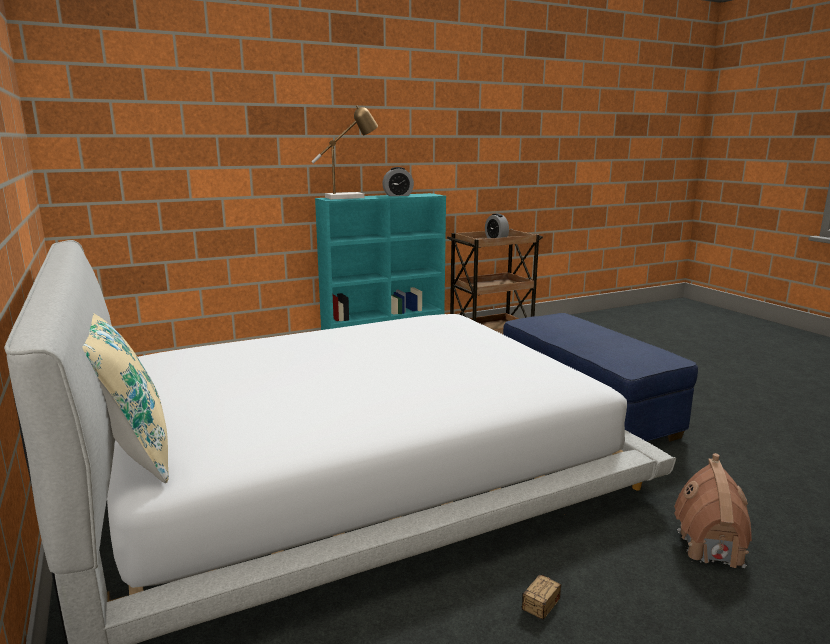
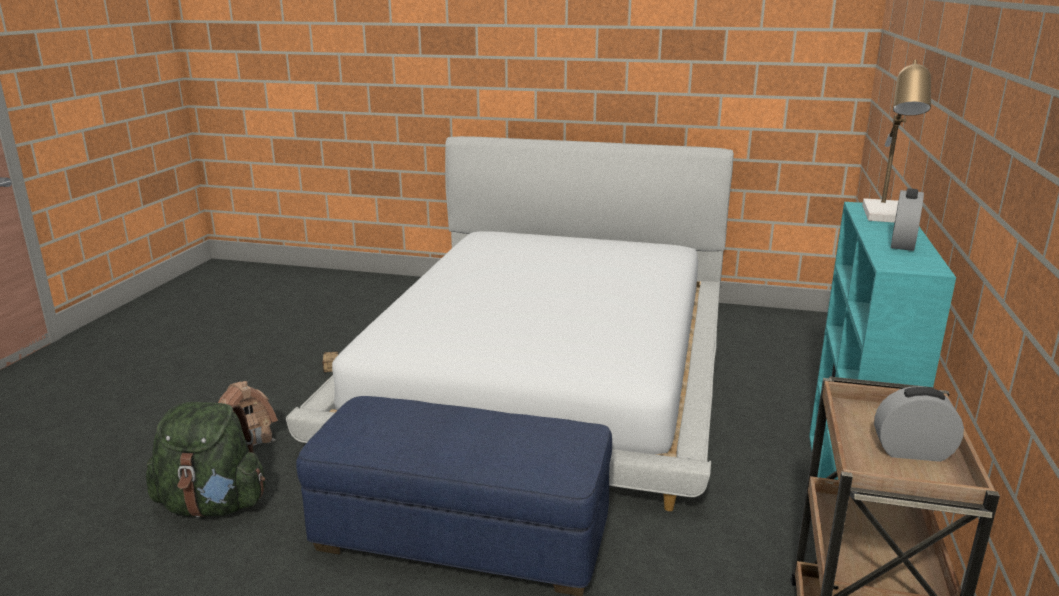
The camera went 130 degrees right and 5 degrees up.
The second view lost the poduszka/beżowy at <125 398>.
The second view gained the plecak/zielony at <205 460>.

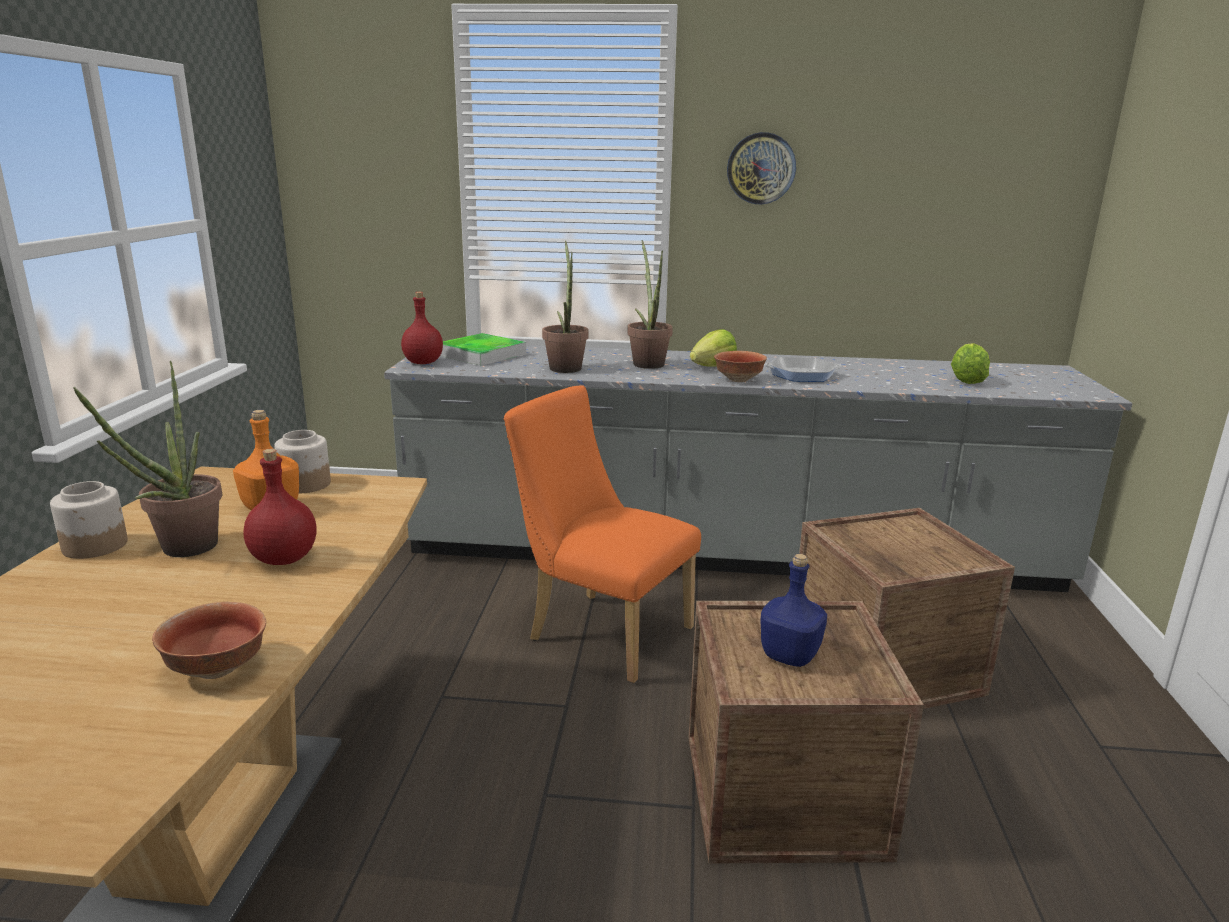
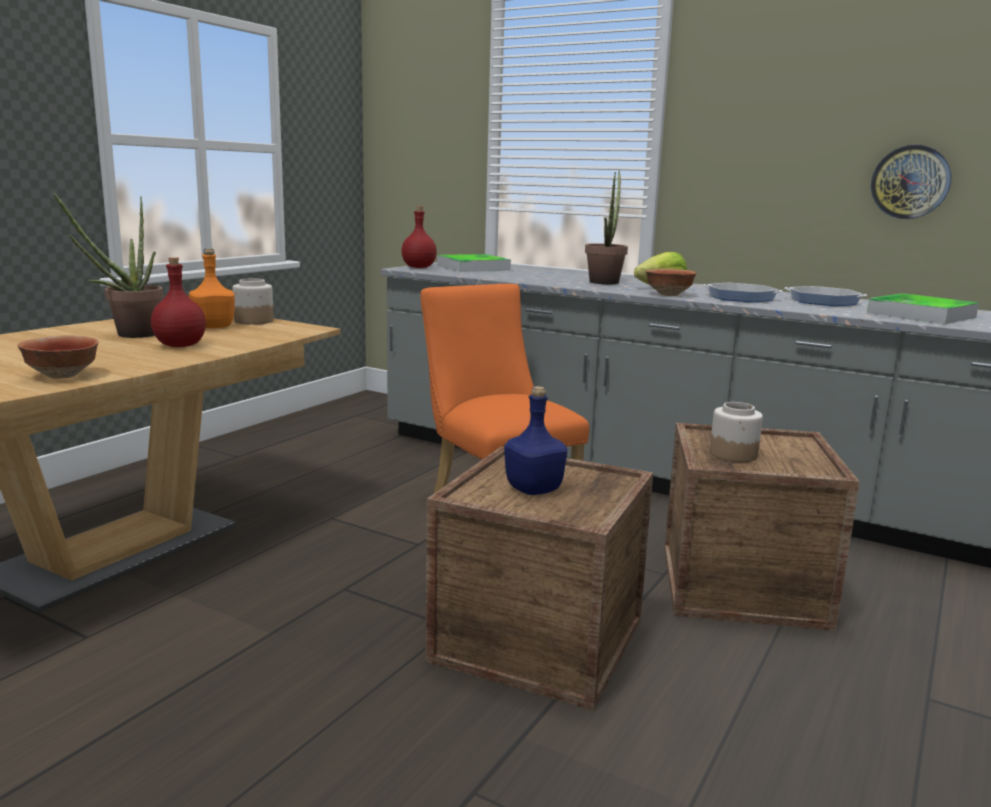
The camera went 25 degrees right and 5 degrees down.
The second view lost the roślina doniczkowa at <565 307>.
The second view gained the patelnia at <825 296>.
The słoik ended up elsewhere, having gone from <89 520> to <736 432>.
The zegar ścienny ended up elsewhere, having gone from <761 168> to <911 182>.
Where the sałata stood at <970 363>, the taca came to stand at <923 308>.

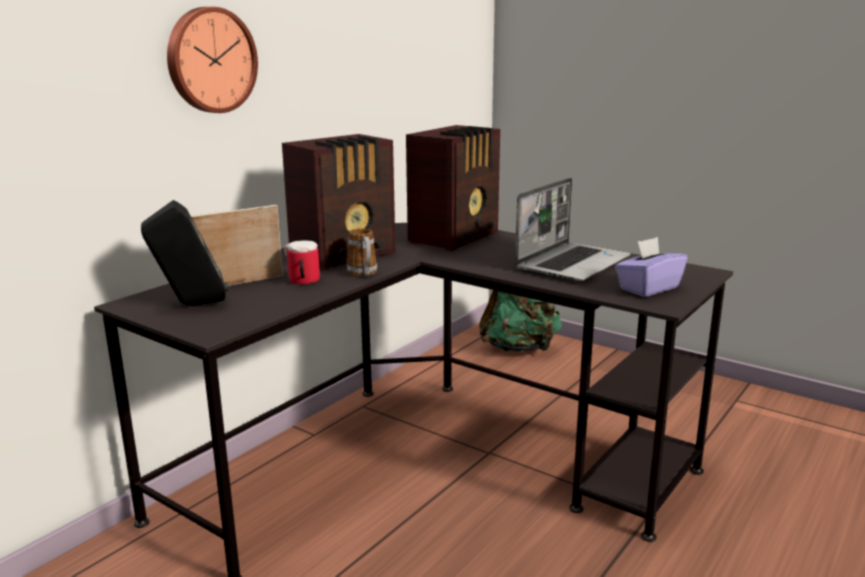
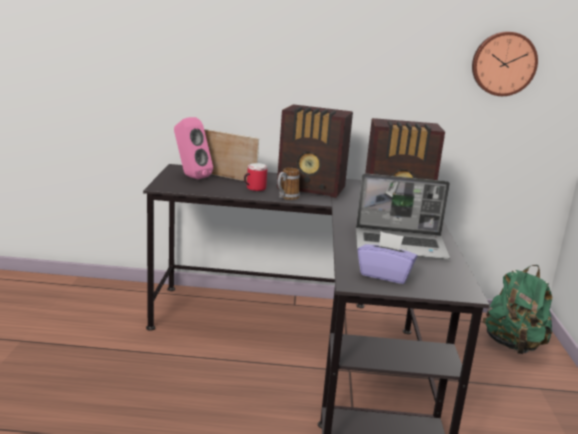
The camera went 55 degrees right and 0 degrees up.
The zegar ścienny ended up elsewhere, having gone from <212 60> to <505 64>.
What was the głośnik/czarny at <184 253> turned into the głośnik/różowy at <193 148>.

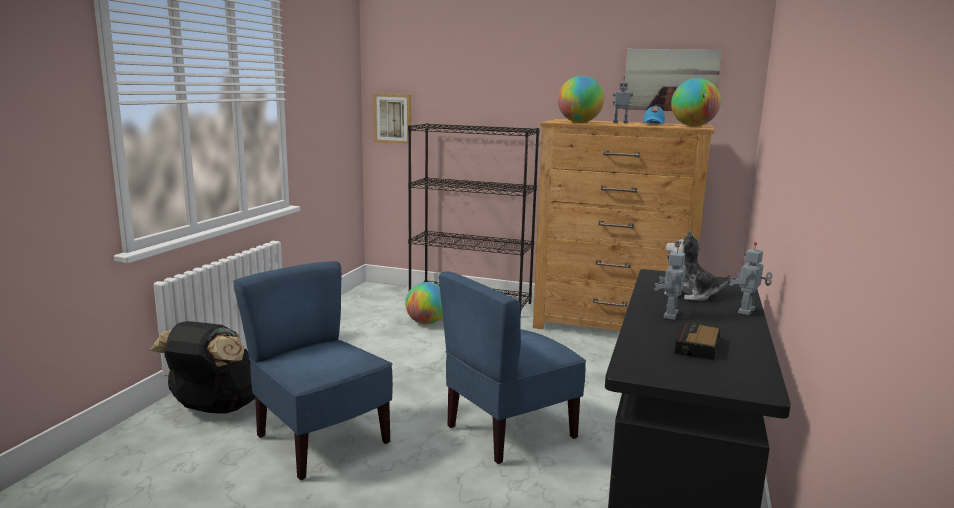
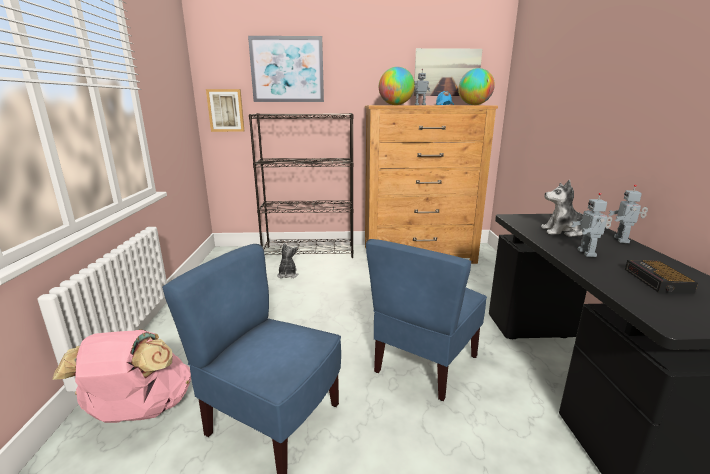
The camera went 20 degrees left and 5 degrees up.
The second view gained the obraz at <286 69>.
Where the globus stood at <424 303>, the pluszak came to stand at <287 261>.
What was the plecak/czarny at <202 367> turned into the plecak/różowy at <121 376>.

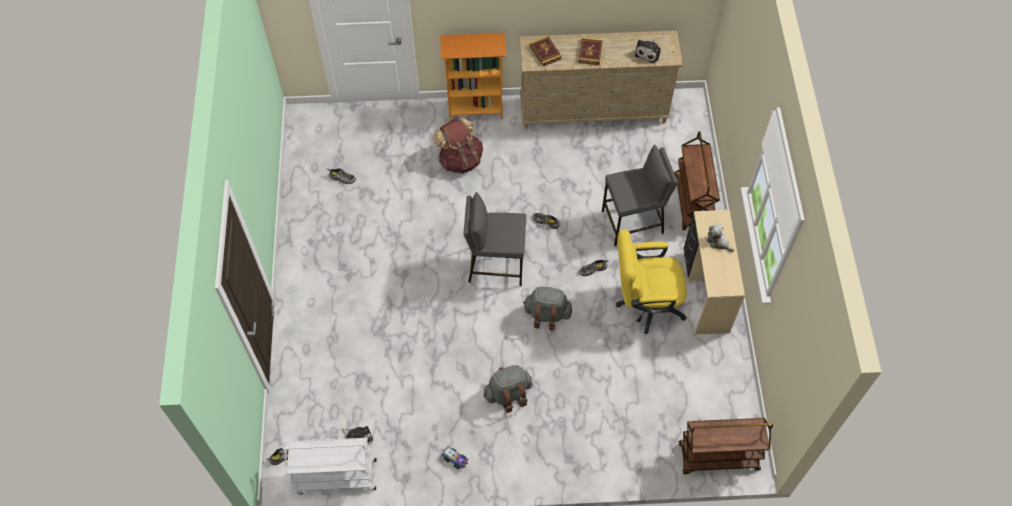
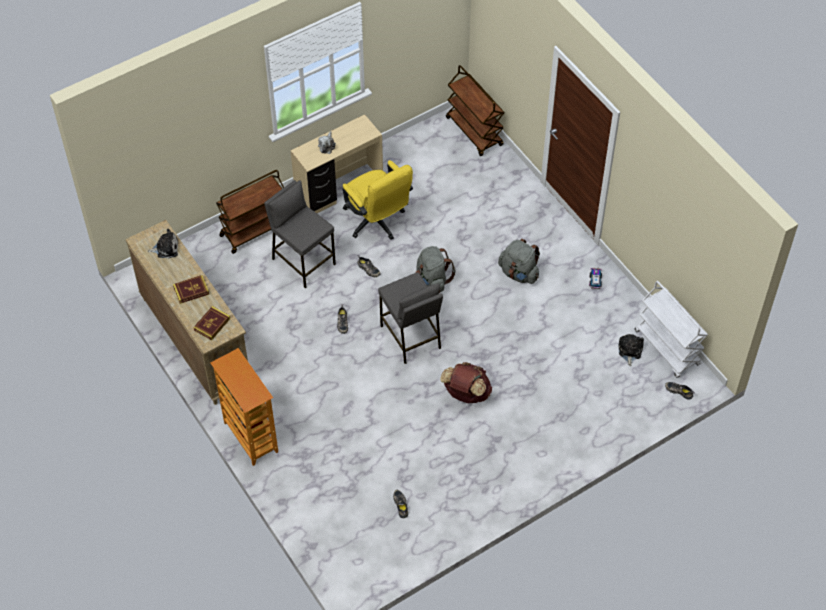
The camera went 120 degrees left and 5 degrees down.
The plecak/brązowy ended up elsewhere, having gone from <458 145> to <466 382>.

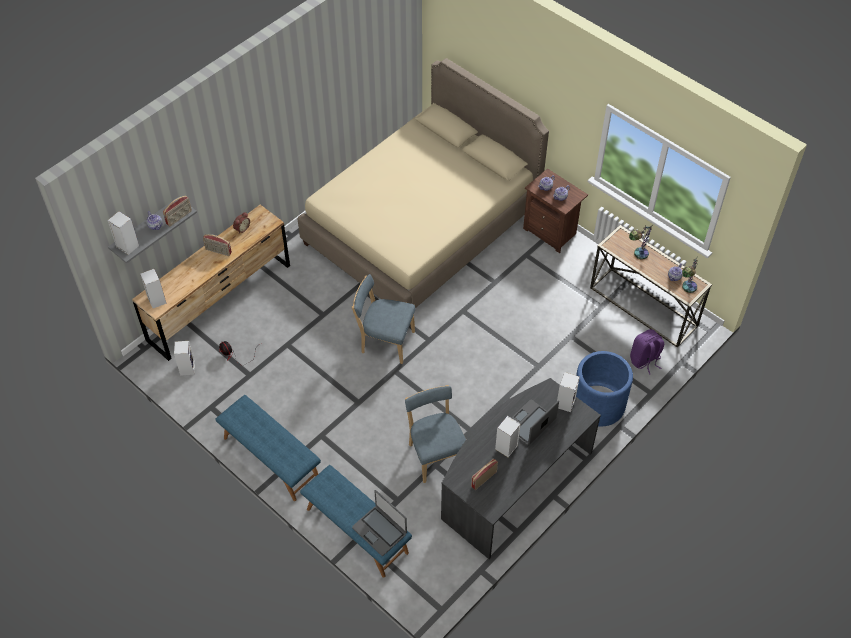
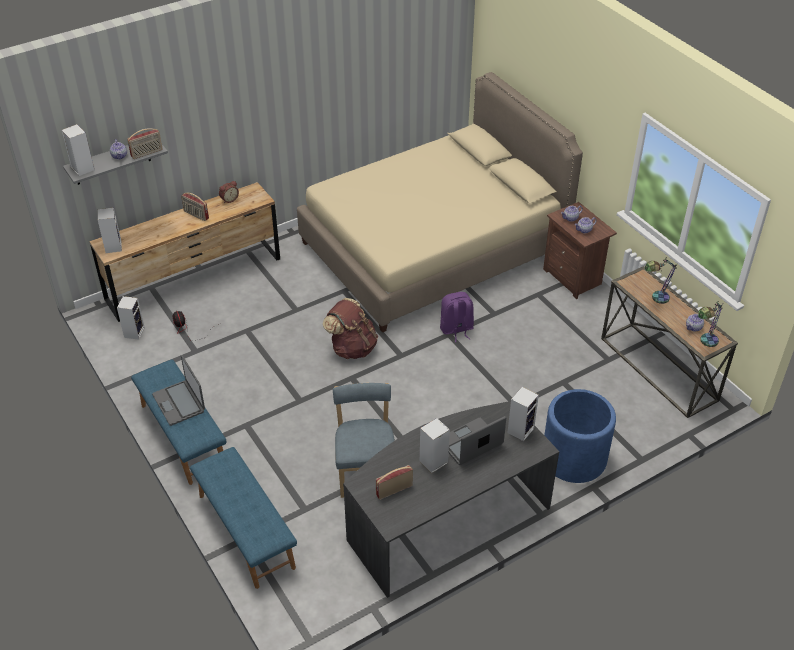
The camera went 15 degrees right and 10 degrees down.
The laptop ended up elsewhere, having gone from <379 523> to <178 390>.
The plecak/fioletowy ended up elsewhere, having gone from <647 352> to <457 317>.
Where the krzesło/niebieski stood at <383 319>, the plecak/brązowy came to stand at <350 328>.

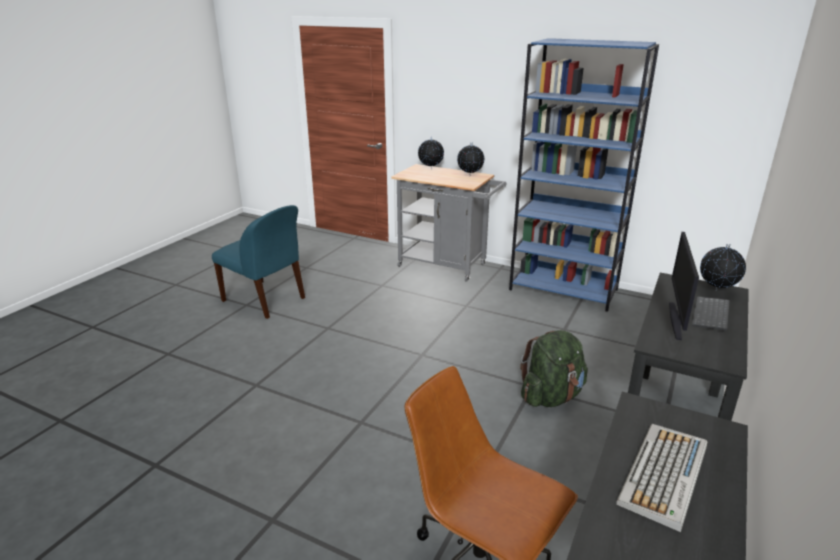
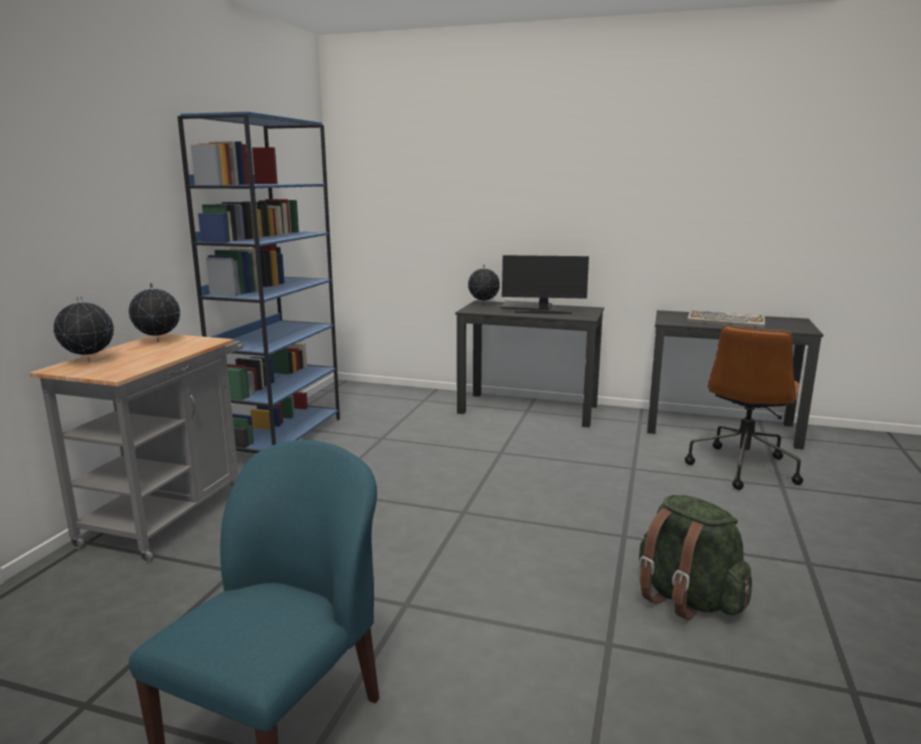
The camera went 100 degrees left and 10 degrees down.
The plecak/zielony ended up elsewhere, having gone from <554 368> to <695 557>.

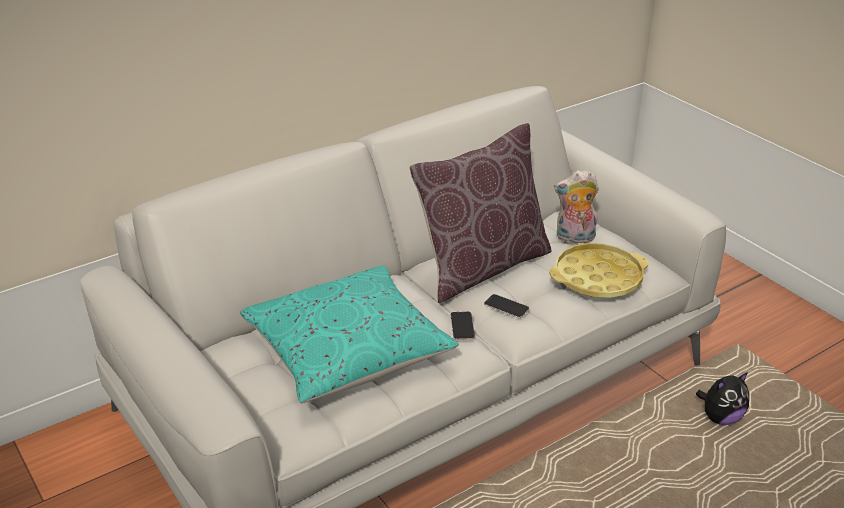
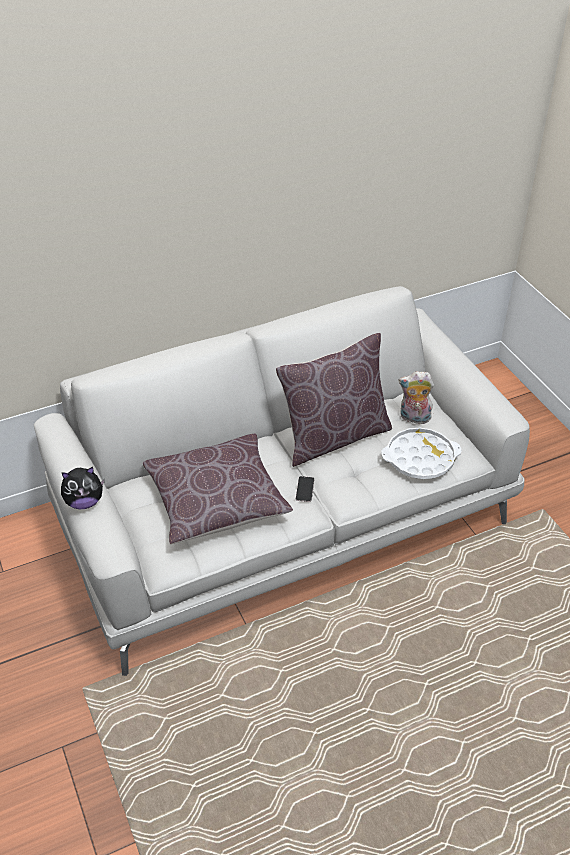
The camera went 10 degrees right and 10 degrees up.
The second view lost the telefon at <506 306>.
The pluszak ended up elsewhere, having gone from <722 398> to <83 488>.
What was the poduszka/turkusowy at <349 334> turned into the poduszka/brązowy at <218 489>.
What was the taca/żółty at <599 270> turned into the taca/biały at <421 453>.

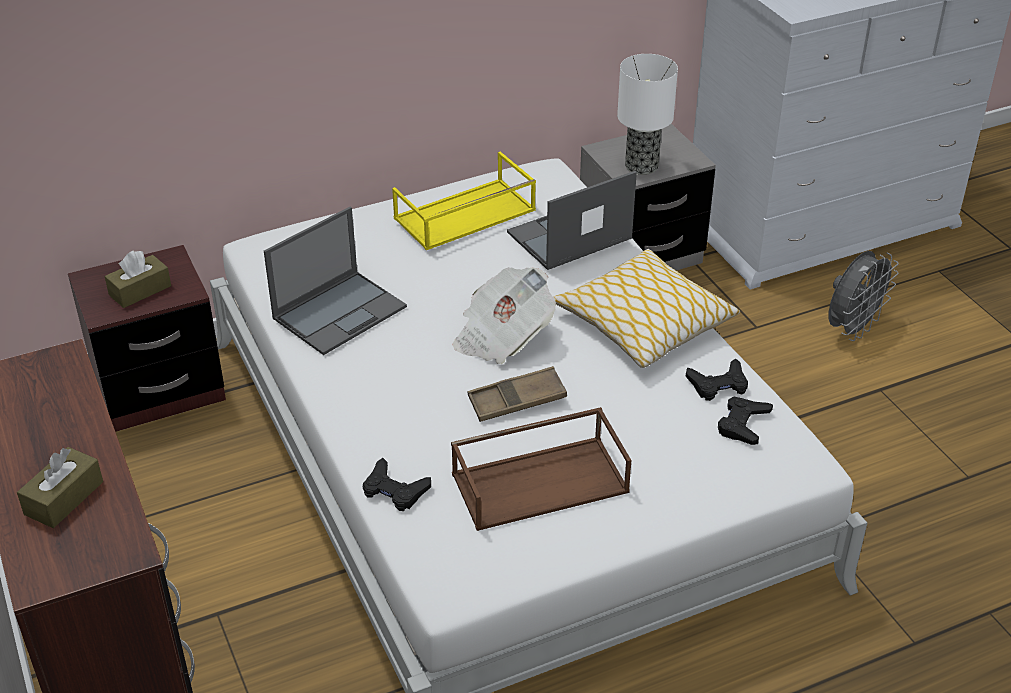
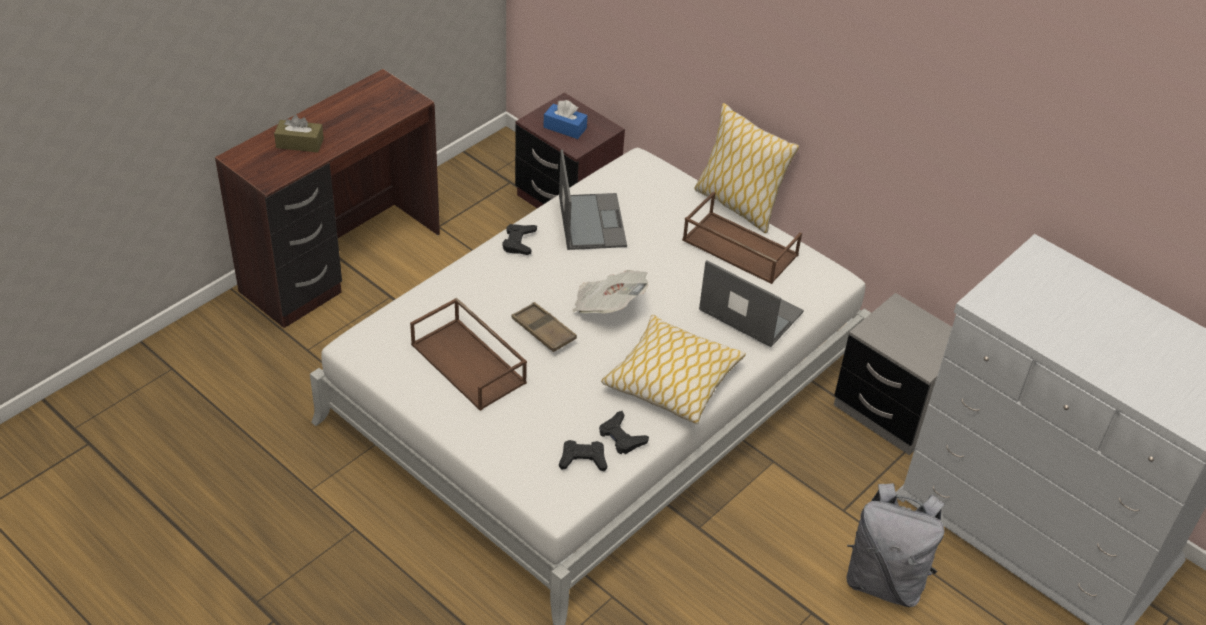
The camera went 65 degrees right and 5 degrees up.
The second view lost the lampa stołowa at <647 114>.
The second view gained the poduszka at <746 168>.
The pad do gier/czarny ended up elsewhere, having gone from <397 484> to <519 239>.
Where the wentylator/szary stood at <864 296>, the plecak/szary came to stand at <895 545>.
What was the pudełko chusteczek/brązowy at <138 279> turned into the pudełko chusteczek/niebieski at <565 119>.
What was the taca/żółty at <464 201> turned into the taca/brązowy at <742 237>.
The laptop at <335 281> ended up facing another way, 120 degrees counterclockwise from before.

